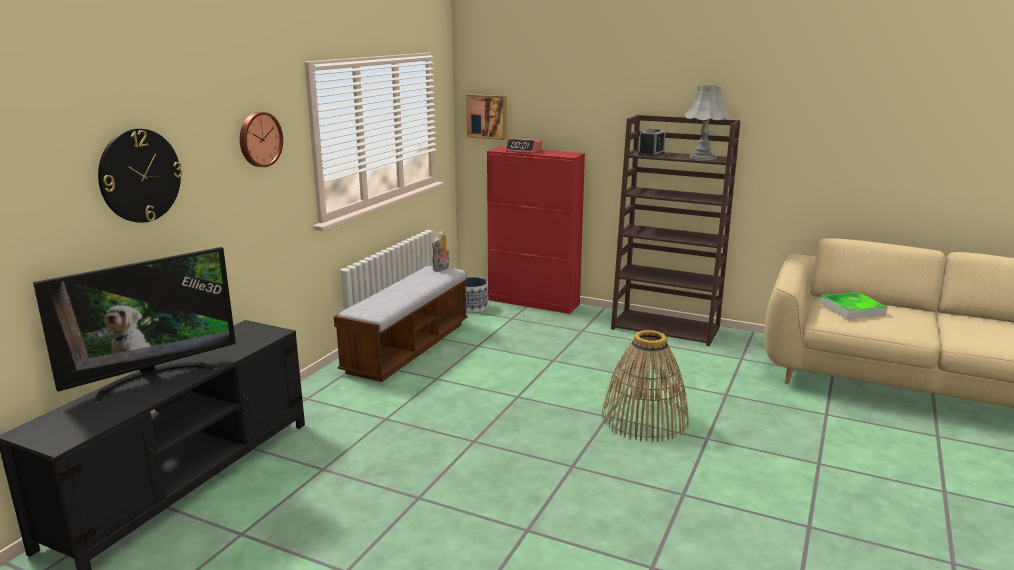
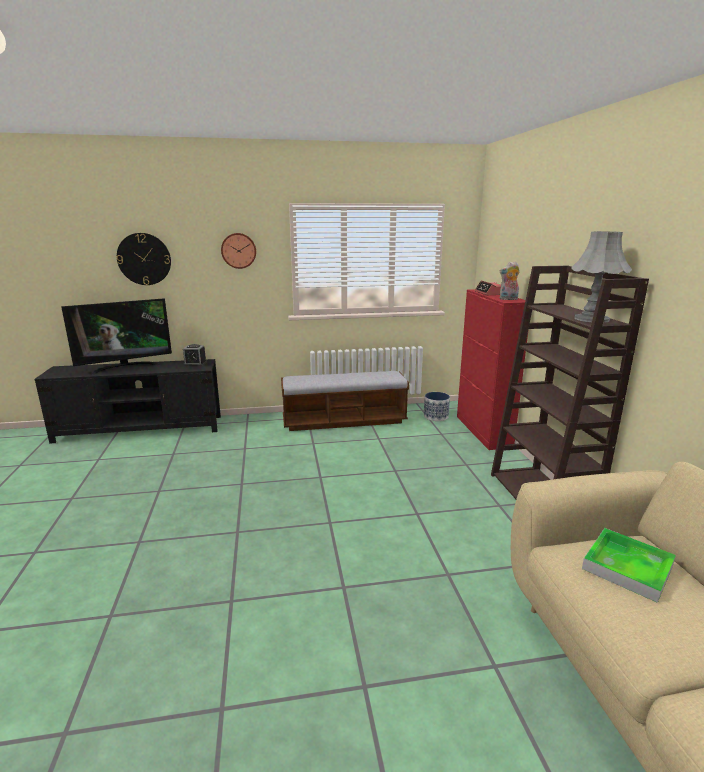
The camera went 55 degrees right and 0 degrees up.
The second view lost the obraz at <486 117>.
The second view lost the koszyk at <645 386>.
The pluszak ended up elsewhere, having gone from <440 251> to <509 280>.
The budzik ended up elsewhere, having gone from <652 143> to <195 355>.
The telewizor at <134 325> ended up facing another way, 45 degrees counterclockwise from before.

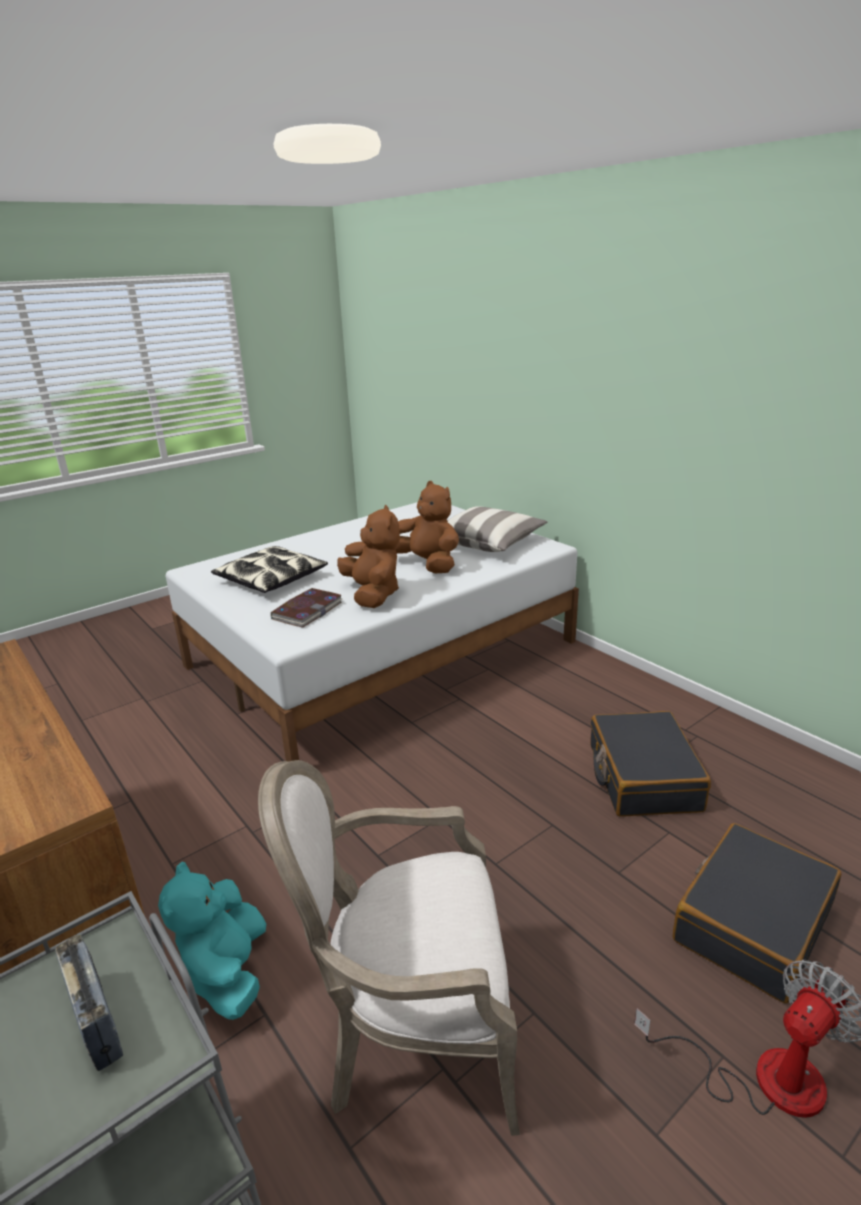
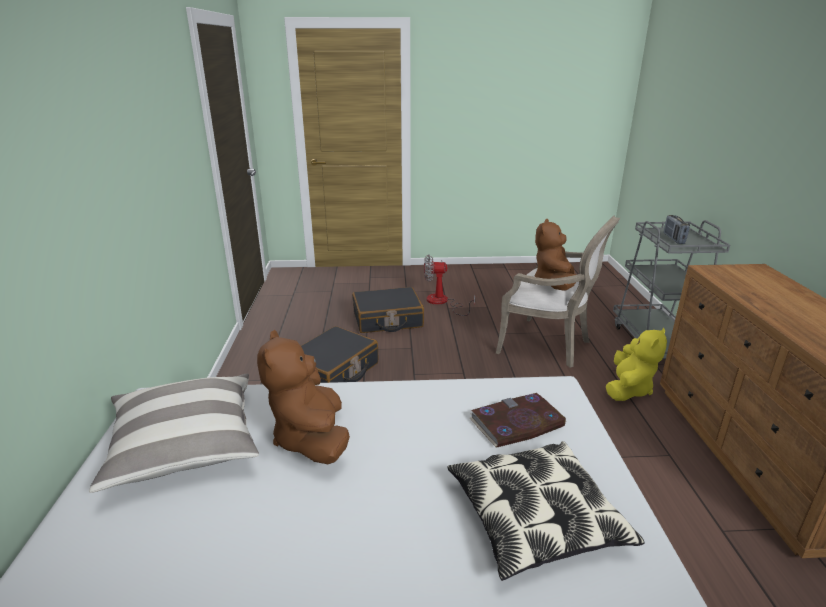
The camera went 145 degrees left and 0 degrees up.
The pluszak/brązowy ended up elsewhere, having gone from <368 556> to <555 255>.
What was the pluszak/turkusowy at <212 941> turned into the pluszak/żółty at <636 364>.

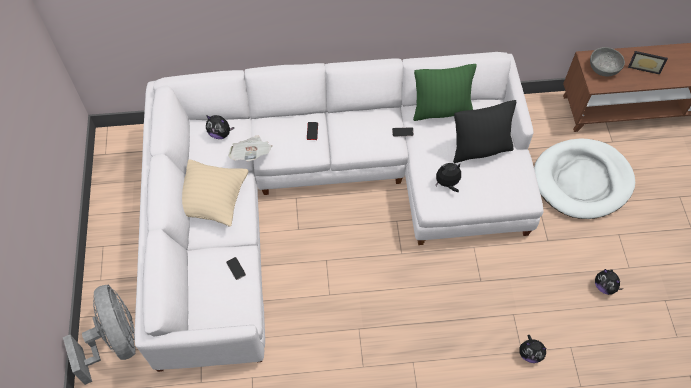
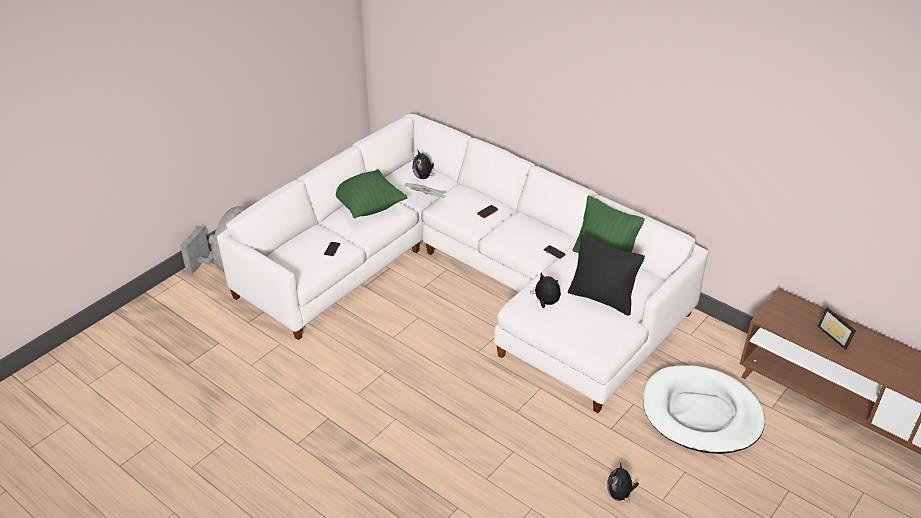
The camera went 45 degrees right and 20 degrees down.
The second view lost the pluszak at <533 349>.
The second view lost the miska/szary at <607 61>.
What was the poduszka/beżowy at <215 193> turned into the poduszka/zielony at <371 193>.

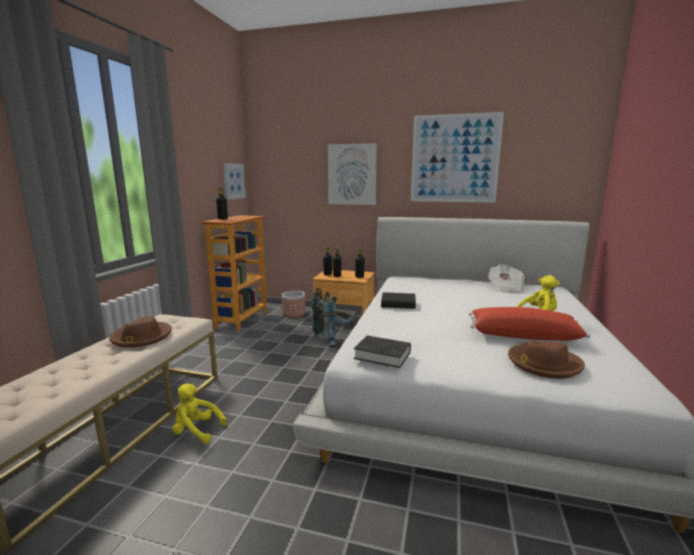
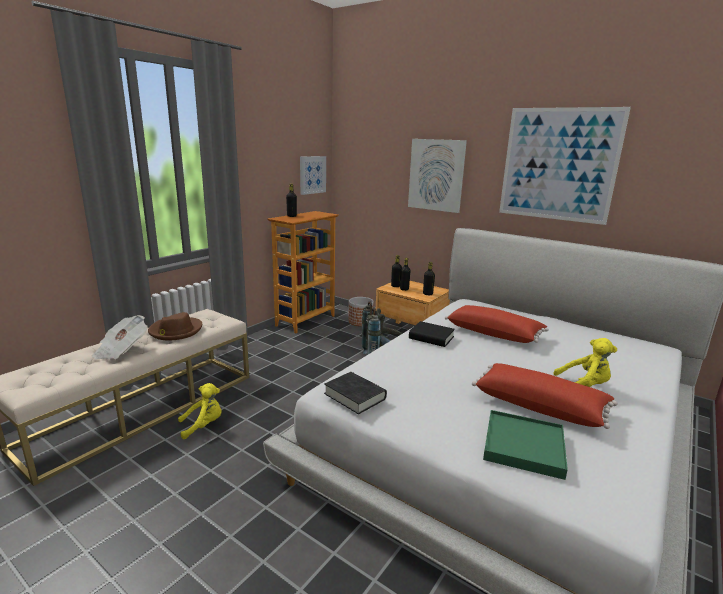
The camera went 20 degrees right and 5 degrees up.
The second view gained the poduszka/czerwony at <497 324>.
The gazeta ended up elsewhere, having gone from <506 278> to <120 337>.
Where the kapelusz/brązowy stood at <546 359>, the taca/zielony came to stand at <525 445>.
The pluszak/żółty at <199 414> ended up facing another way, 120 degrees clockwise from before.

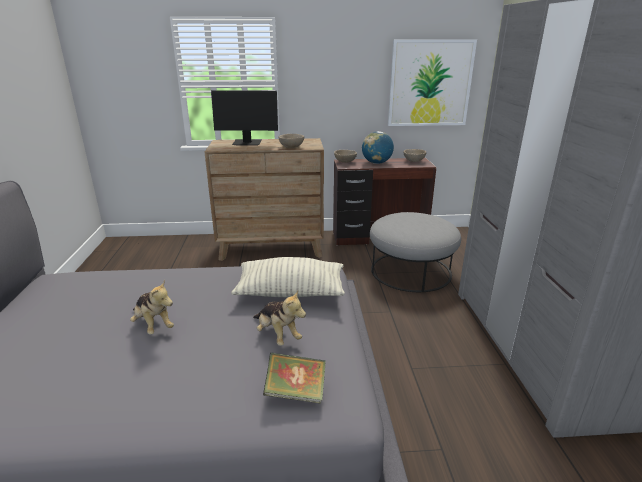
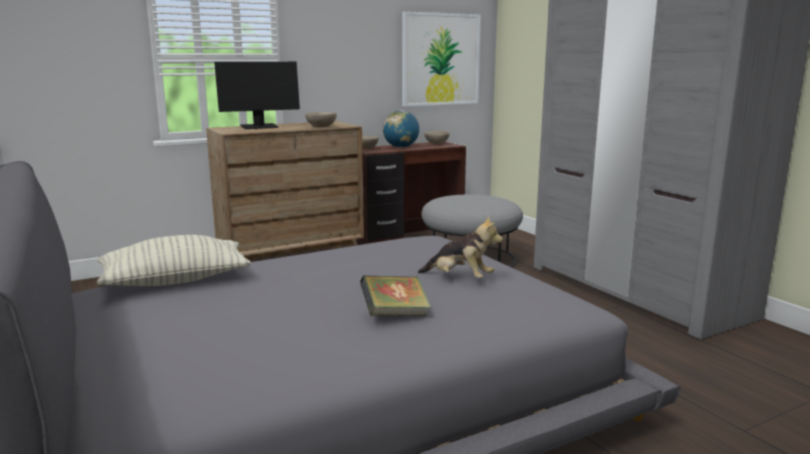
The camera went 25 degrees left and 10 degrees down.
The second view lost the pluszak at <152 307>.
The poduszka ended up elsewhere, having gone from <288 277> to <174 260>.
The książka ended up elsewhere, having gone from <294 377> to <395 295>.

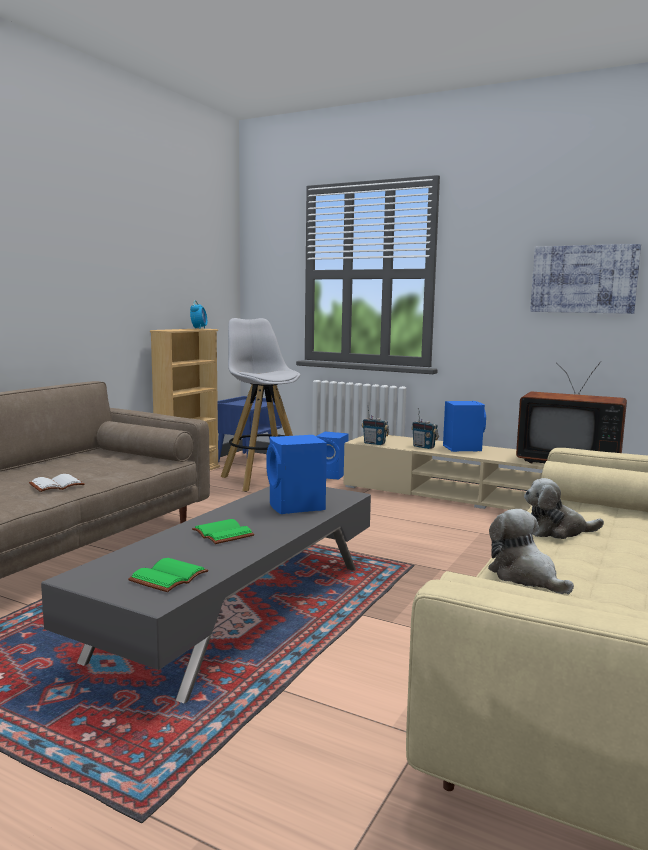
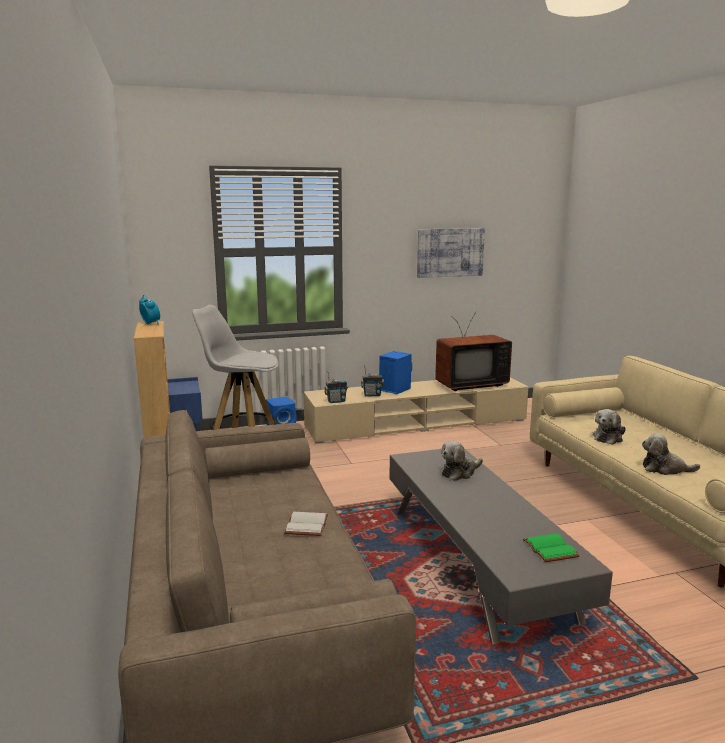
The camera went 45 degrees left and 5 degrees up.
The second view lost the książka/zielony at <223 531>.
Where the głośnik/niebieski stood at <297 474>, the pluszak came to stand at <462 461>.

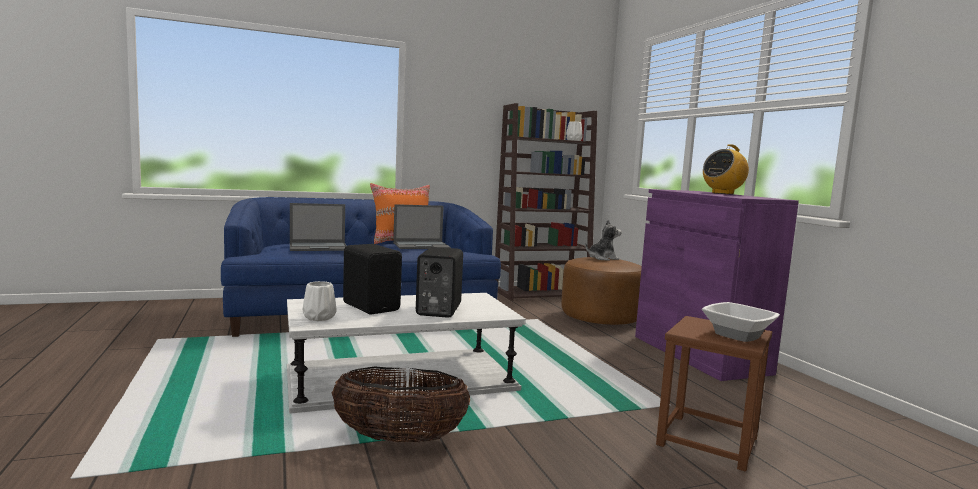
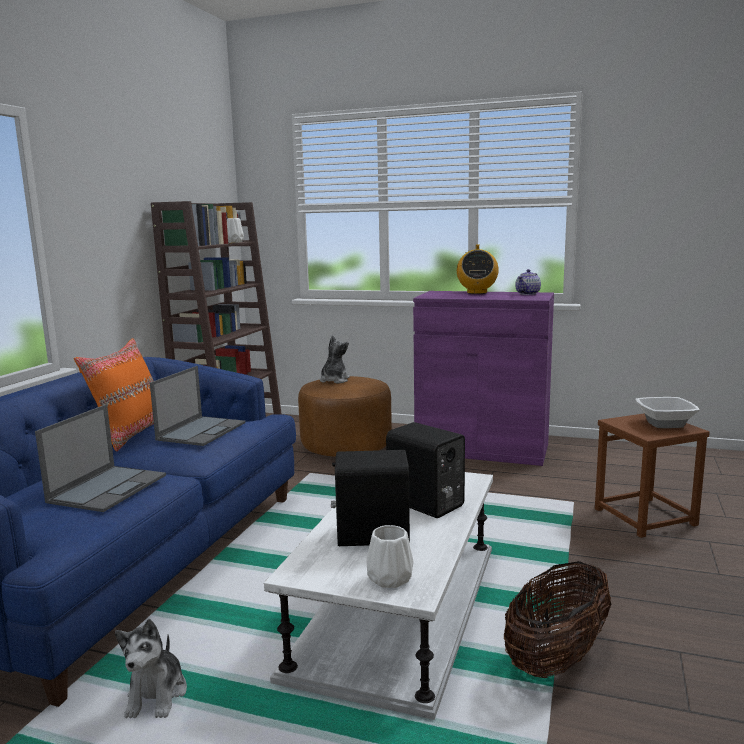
The camera went 50 degrees left and 5 degrees up.
The second view gained the pluszak at <151 668>.
The second view gained the imbryk at <528 282>.

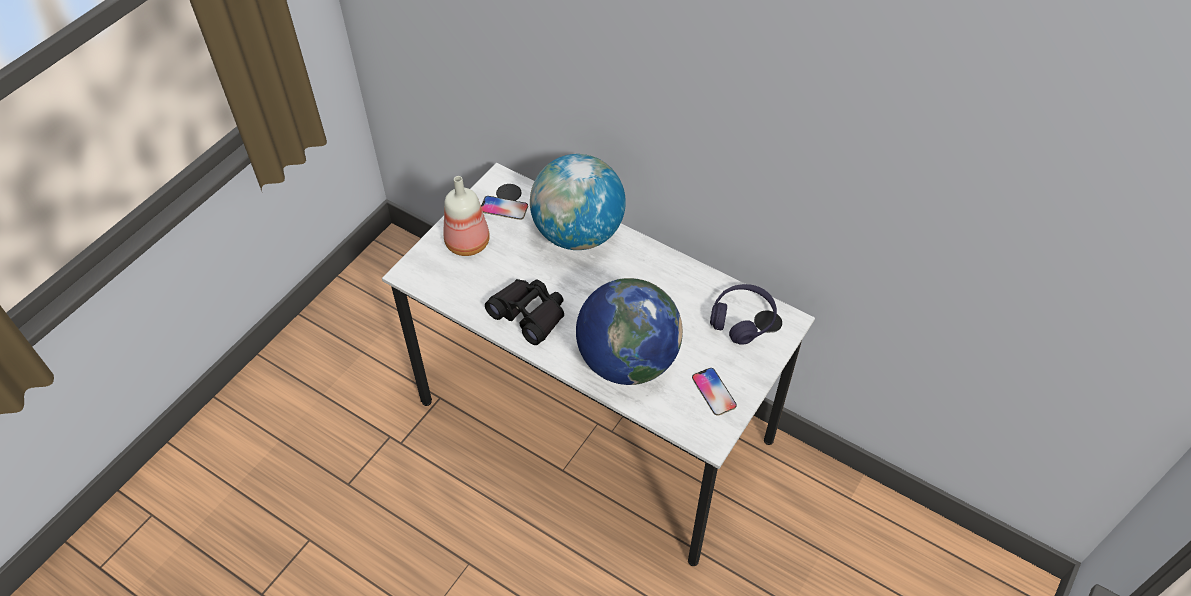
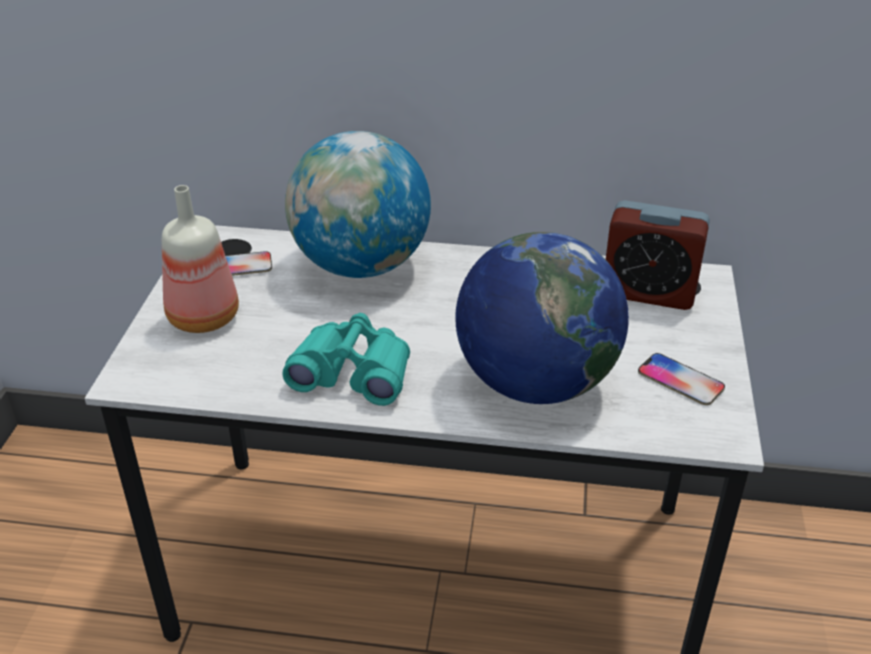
The camera went 25 degrees left and 15 degrees down.
Where the słuchawki/fioletowy stood at <743 314>, the budzik came to stand at <658 255>.
What was the lornetka/czarny at <524 312> turned into the lornetka/turkusowy at <346 359>.

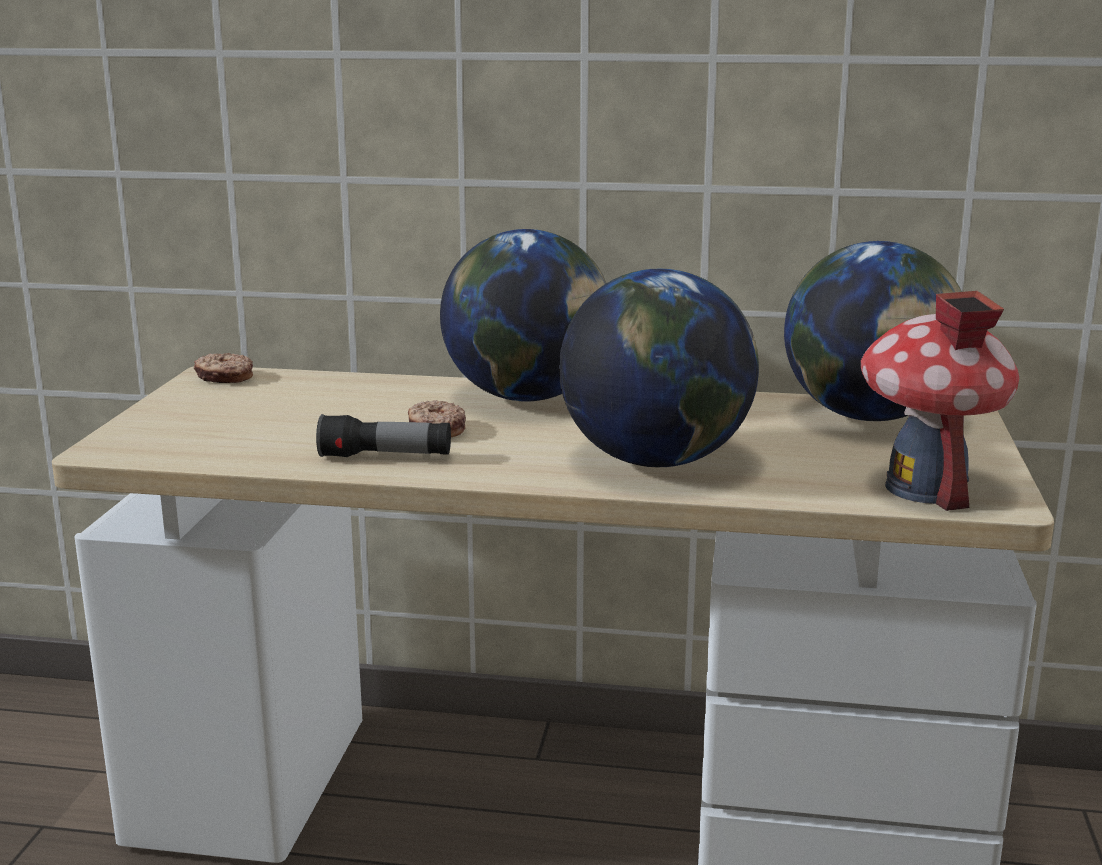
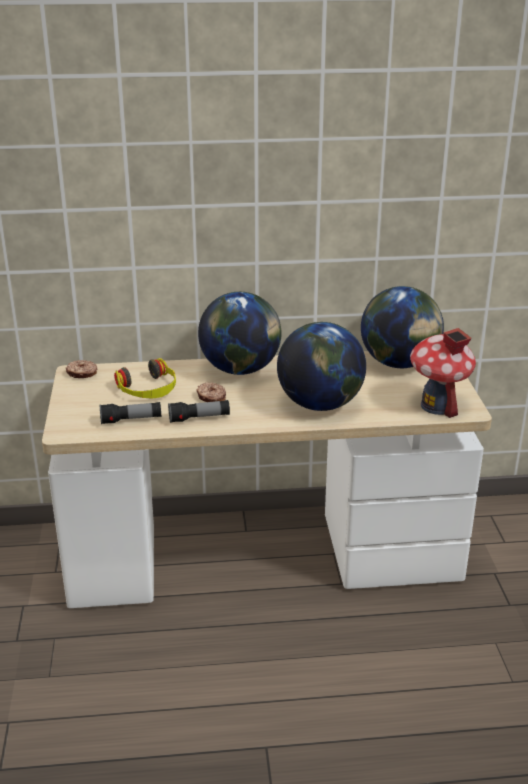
The camera went 15 degrees left and 10 degrees up.
The second view gained the latarka at <130 413>.
The second view gained the słuchawki at <145 378>.

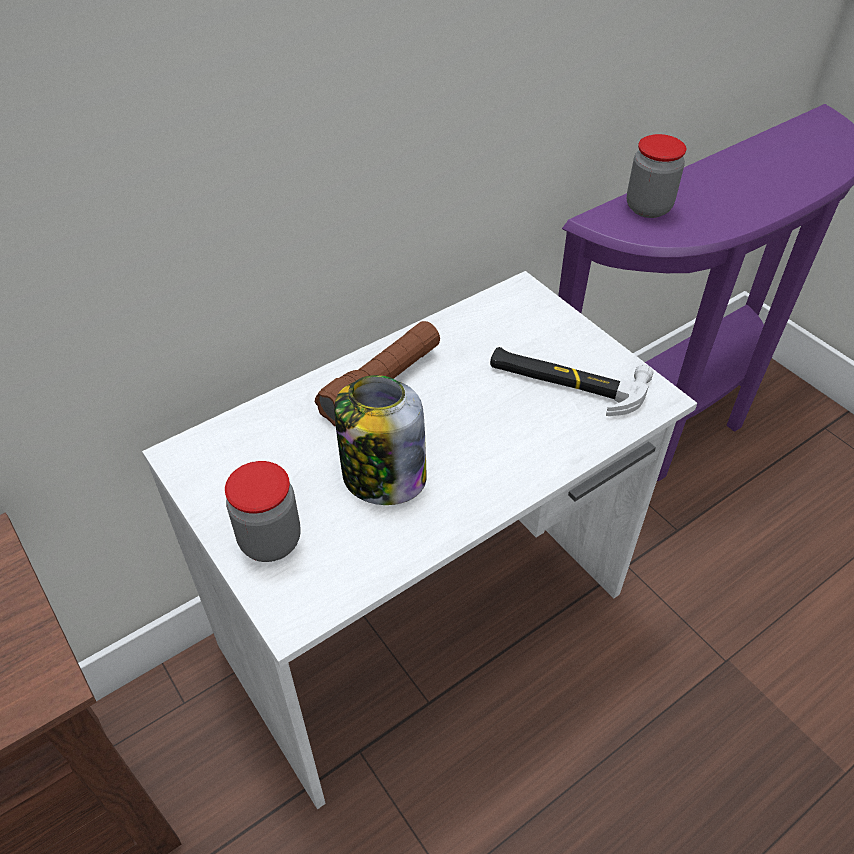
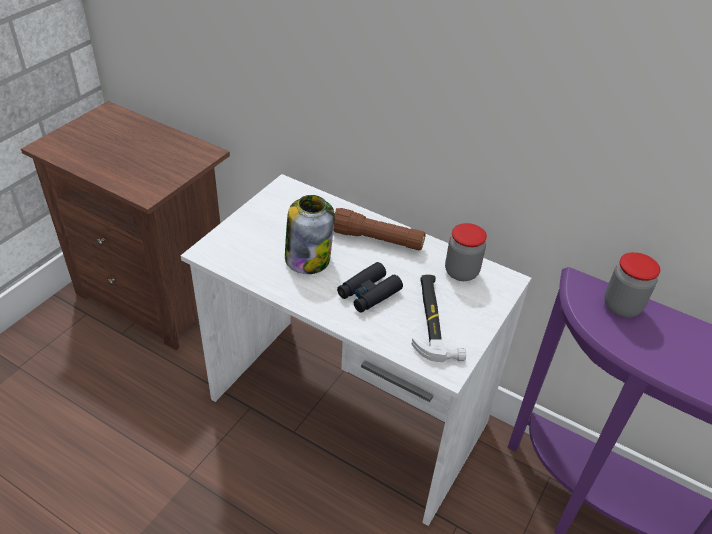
The camera went 65 degrees right and 5 degrees down.
The second view gained the lornetka/czarny at <370 287>.
The słoik ended up elsewhere, having gone from <263 511> to <466 252>.

